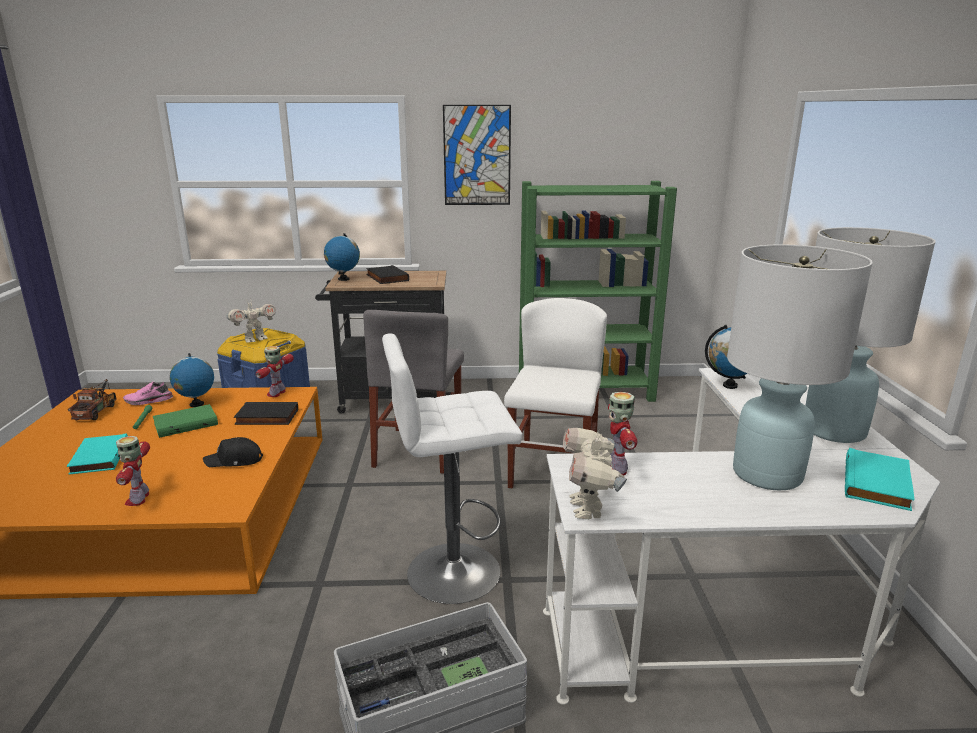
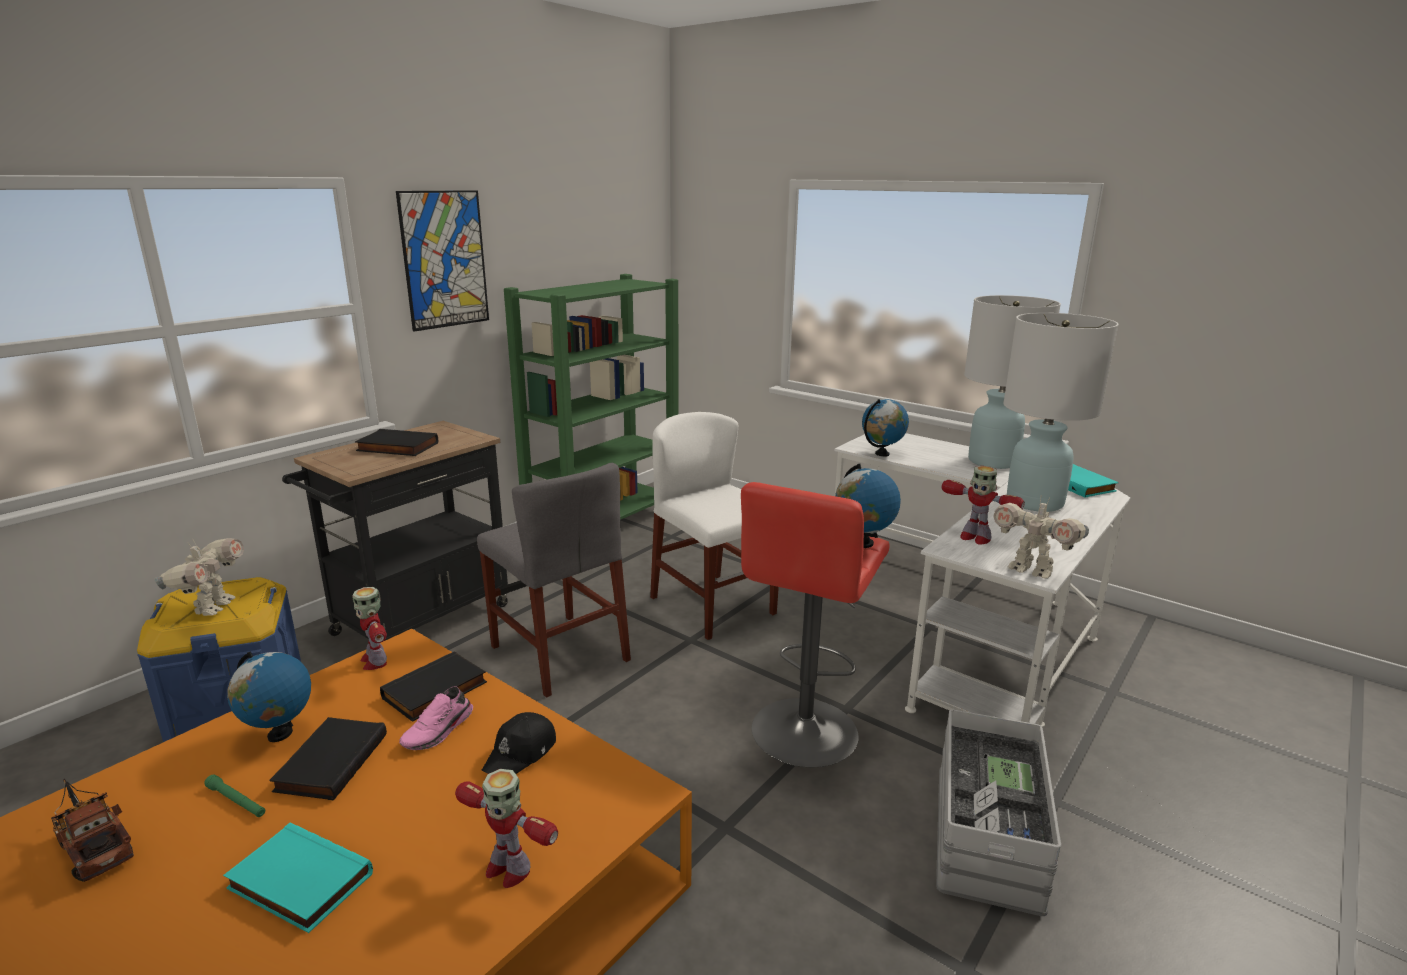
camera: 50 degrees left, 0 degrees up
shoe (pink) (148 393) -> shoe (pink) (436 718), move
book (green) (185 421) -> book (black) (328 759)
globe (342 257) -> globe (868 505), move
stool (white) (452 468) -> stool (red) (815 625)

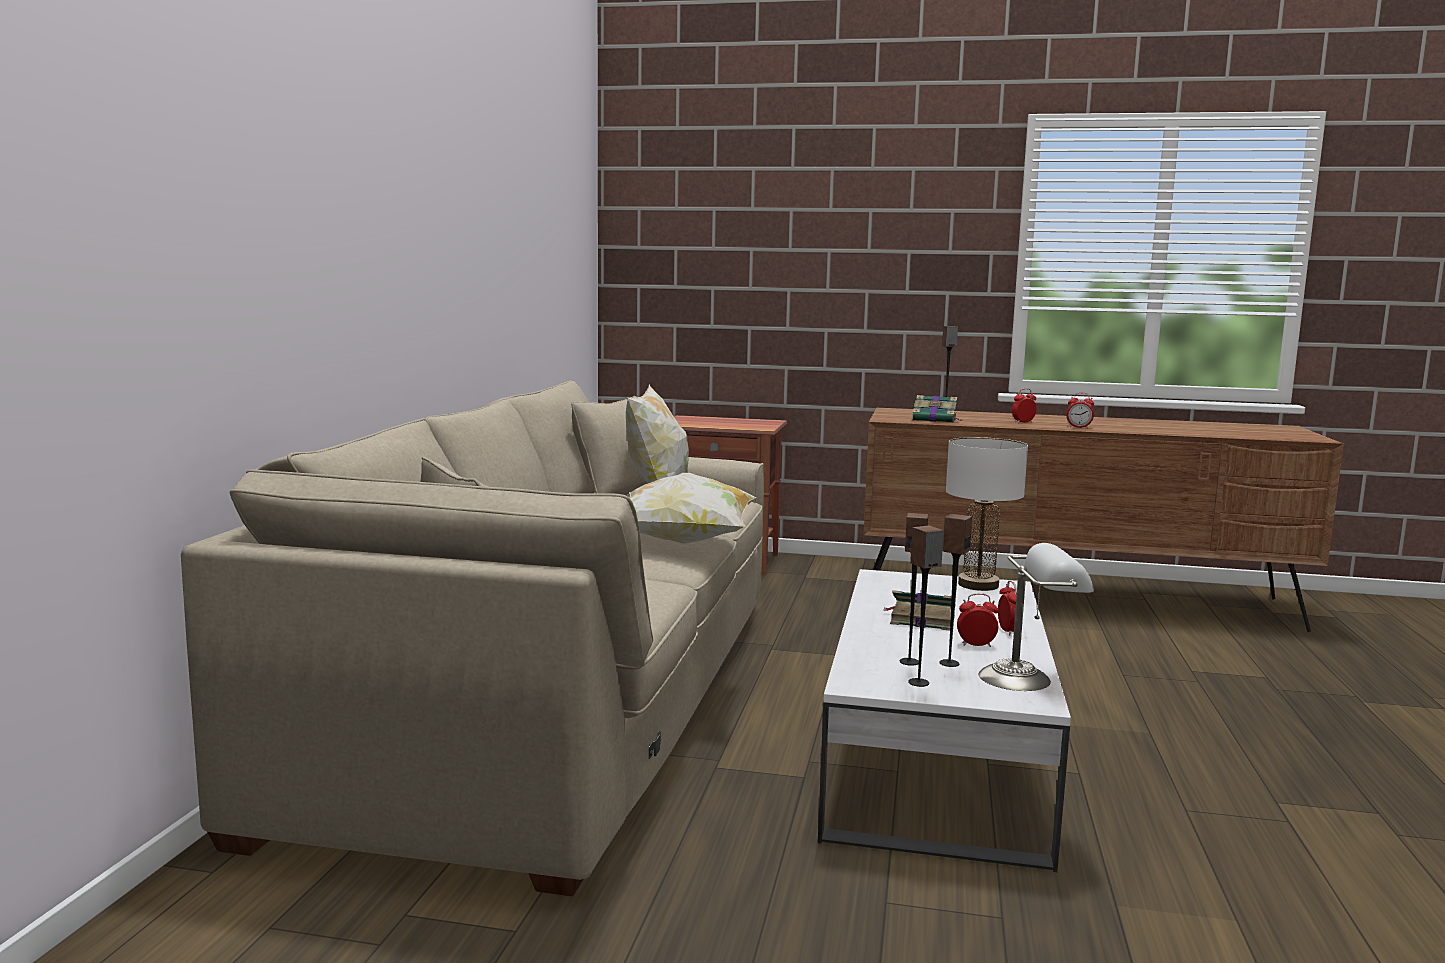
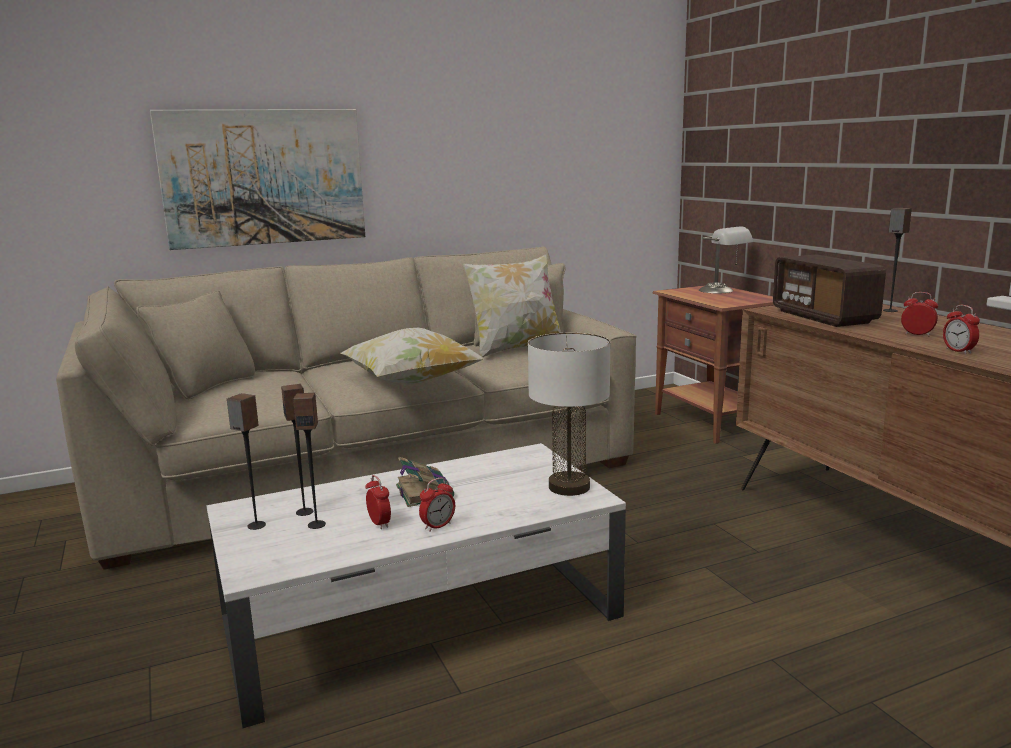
camera: 55 degrees right, 5 degrees up
book (937 409) -> radio (829 290)
table lamp (white) (1036 617) -> table lamp (white) (726 260), move
none -> picture (257 179)

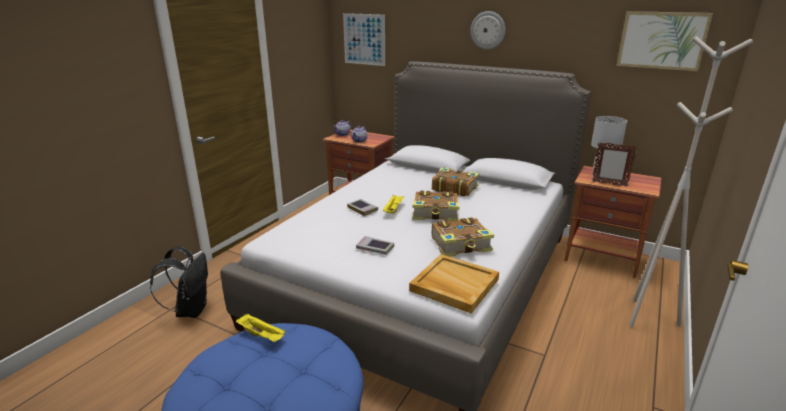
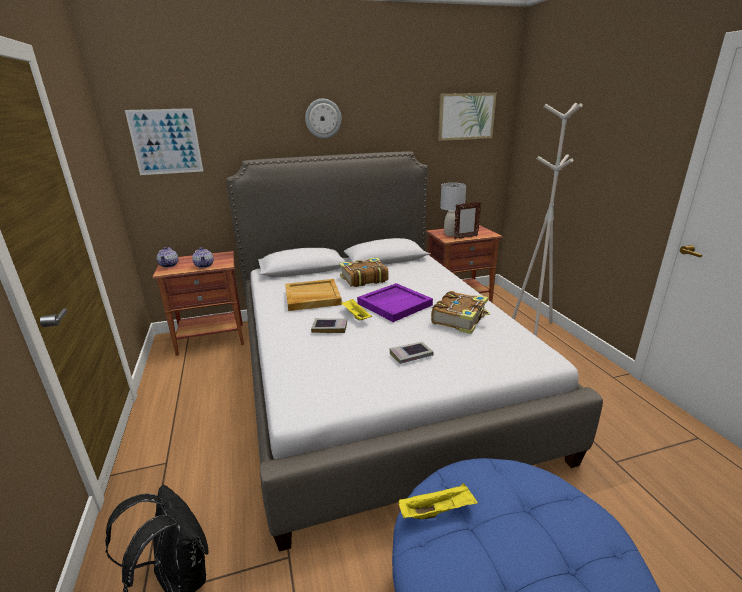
camera: 45 degrees left, 0 degrees up
tray (beige) (454 284) -> tray (beige) (313 295), move
book (435 206) -> tray (purple) (395 302)

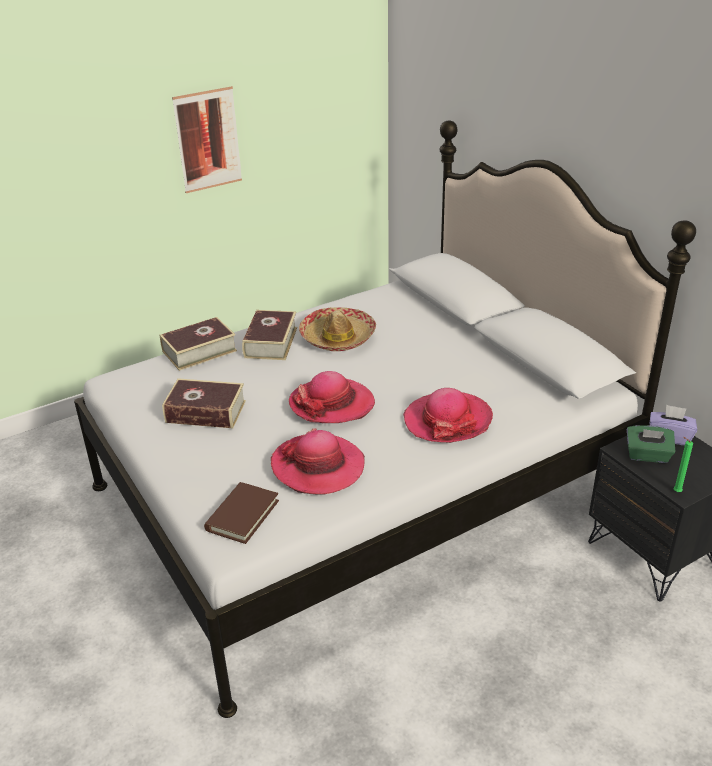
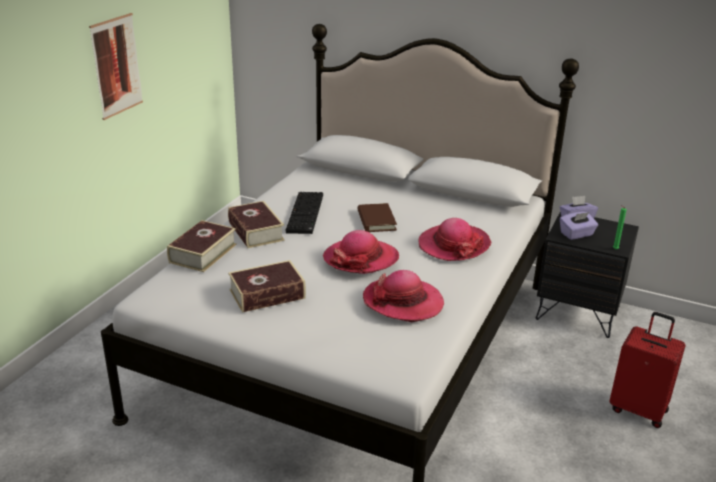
camera: 35 degrees left, 5 degrees down
book (brown) (241 513) -> book (brown) (377 217), move
hat (337 329) -> keyboard (304 213)
tissue box (green) (651 444) -> tissue box (purple) (579 226)
none -> suitcase (red) (647 370)

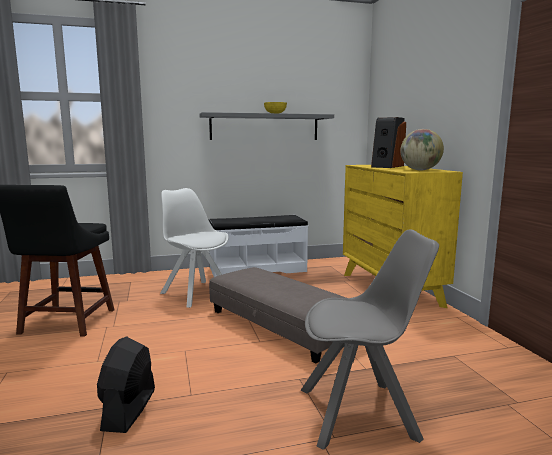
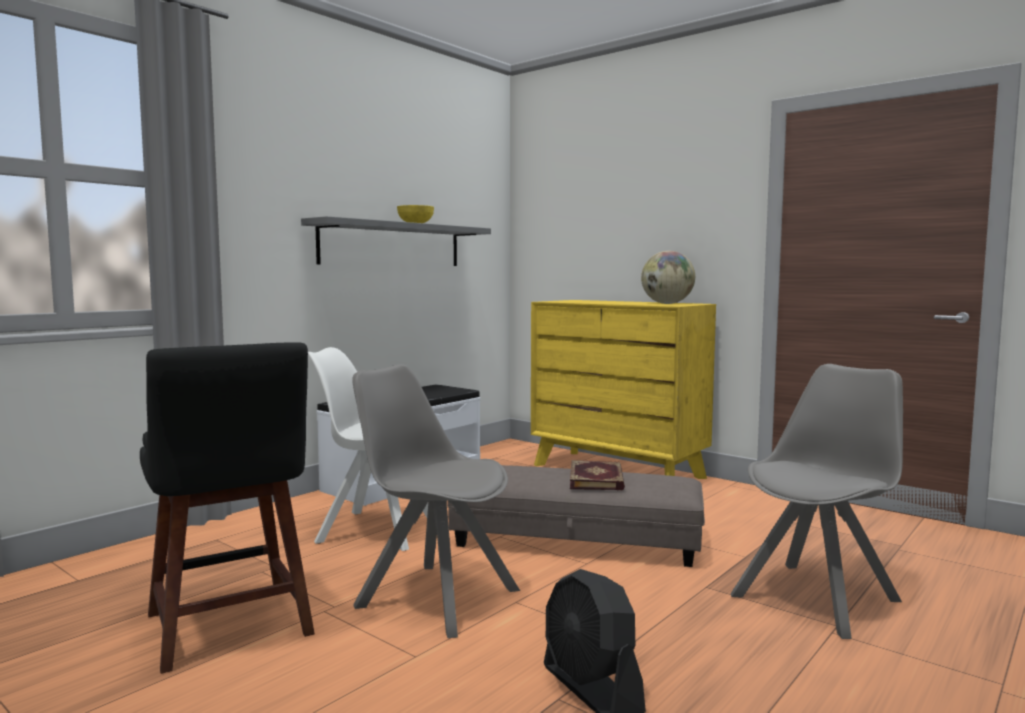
camera: 35 degrees left, 5 degrees down
speaker (388 142) -> none
none -> chair (grey) (436 501)
none -> book (597 475)

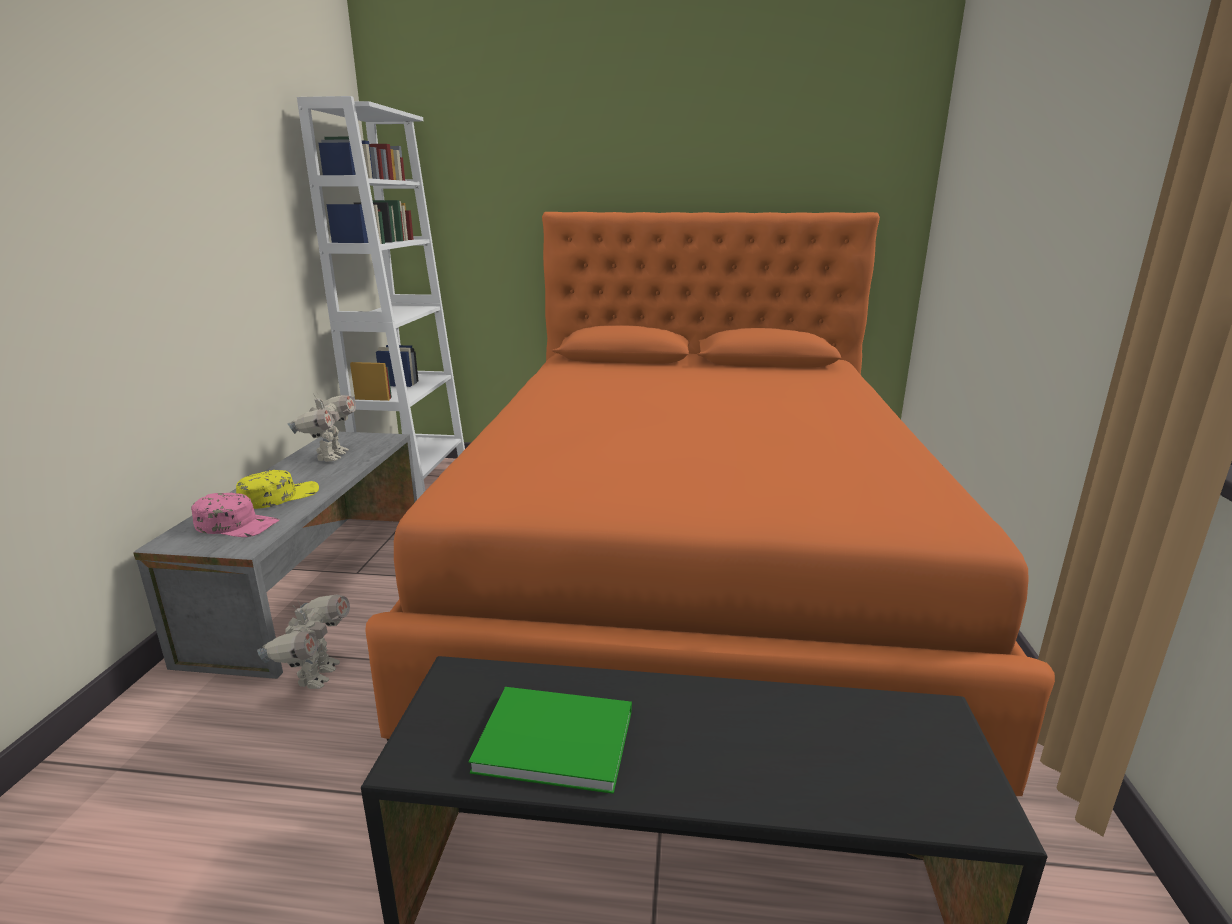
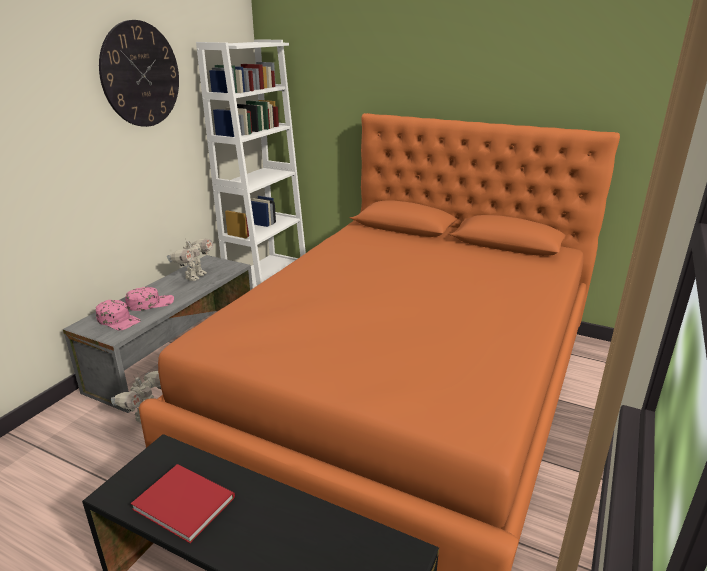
camera: 20 degrees right, 5 degrees up
cap (yellow) (277 489) -> cap (pink) (149 299)
book (green) (550 740) -> book (red) (183 503)
none -> wall clock (139 73)

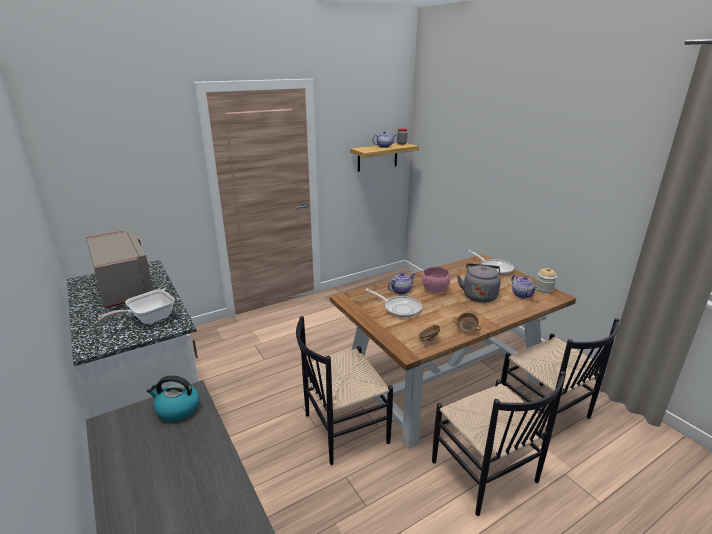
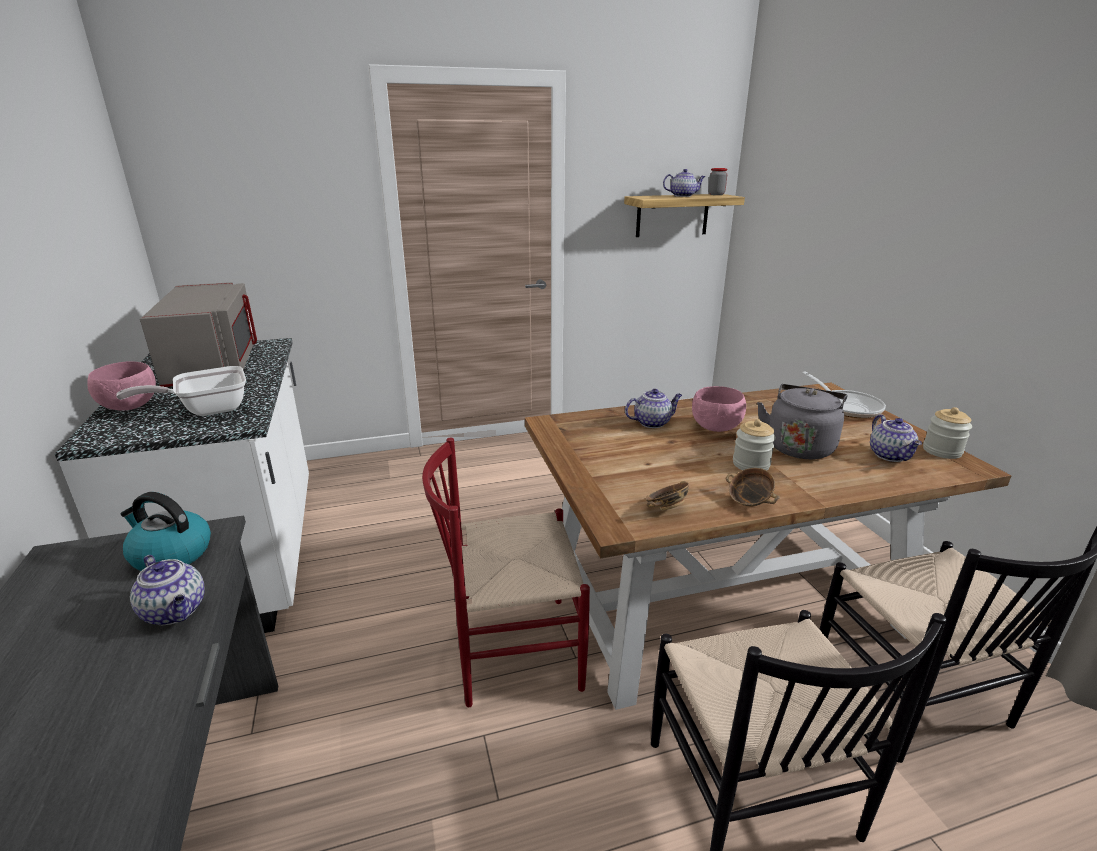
camera: 15 degrees right, 0 degrees up
chair (black) (344 390) -> chair (red) (506 572)
frying pan (394 303) -> none
none -> bowl (pink) (121 386)
none -> teapot (167 590)
none -> jar (754 445)

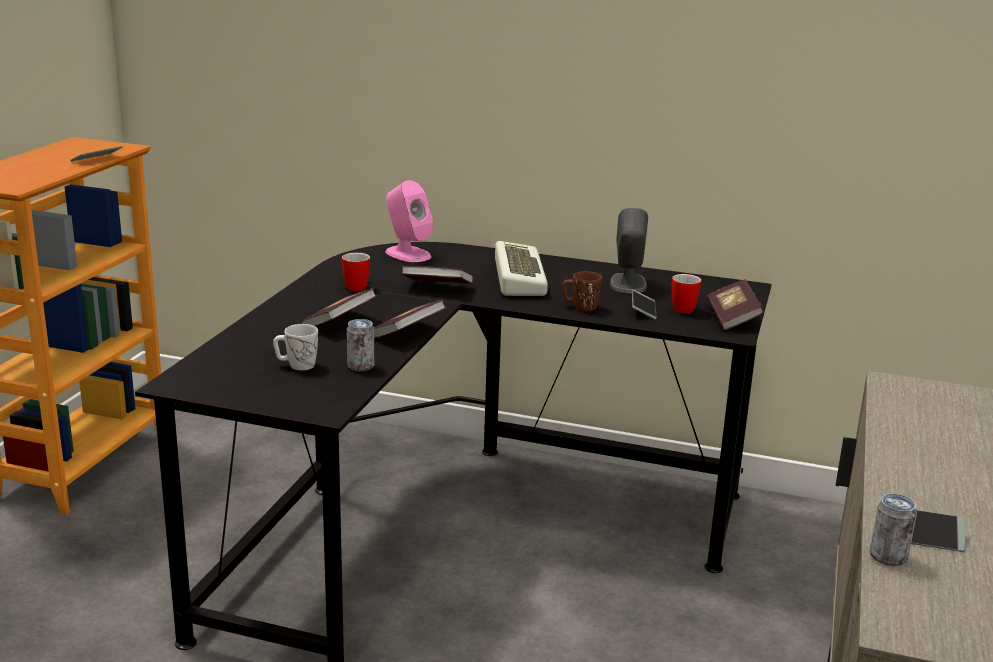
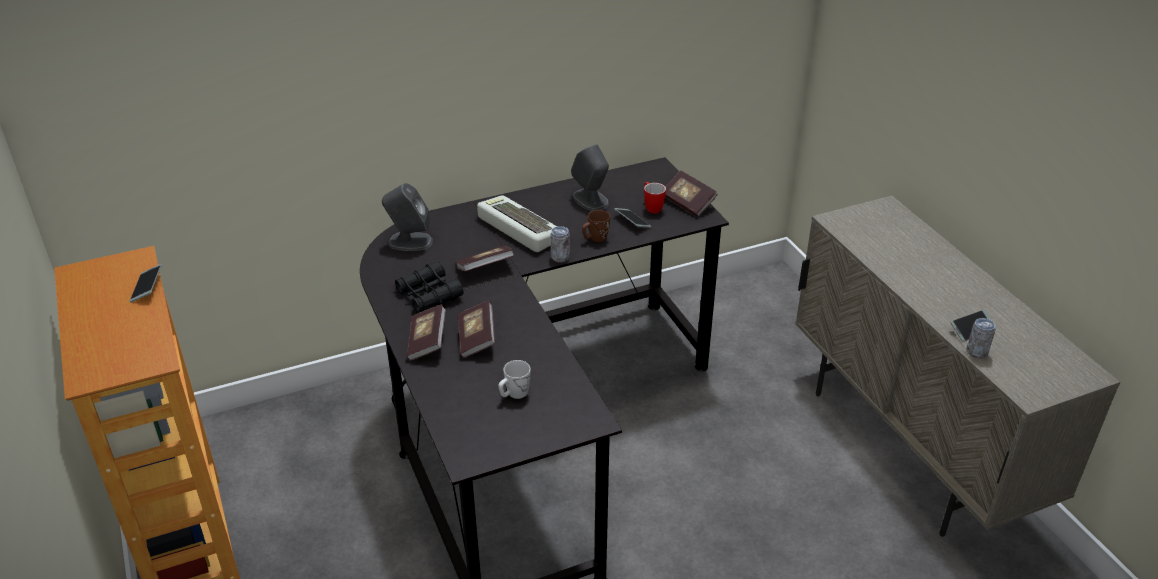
camera: 40 degrees left, 15 degrees up
mug (356 272) -> binoculars (black) (429 287)
can (360 345) -> can (560 244), move
book (410 319) -> book (426 332), move
speaker (pink) (409 221) -> speaker (grey) (407 217)

